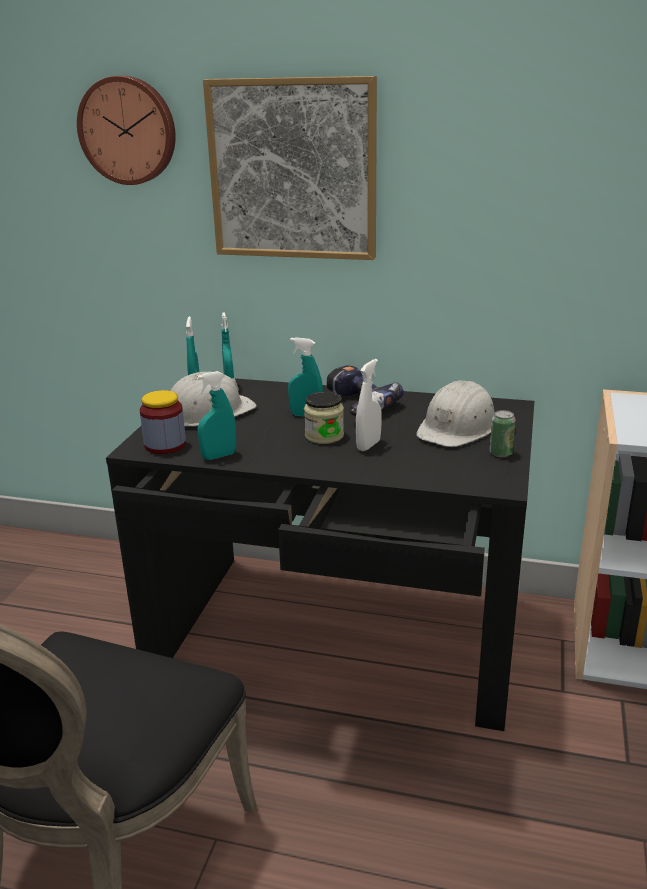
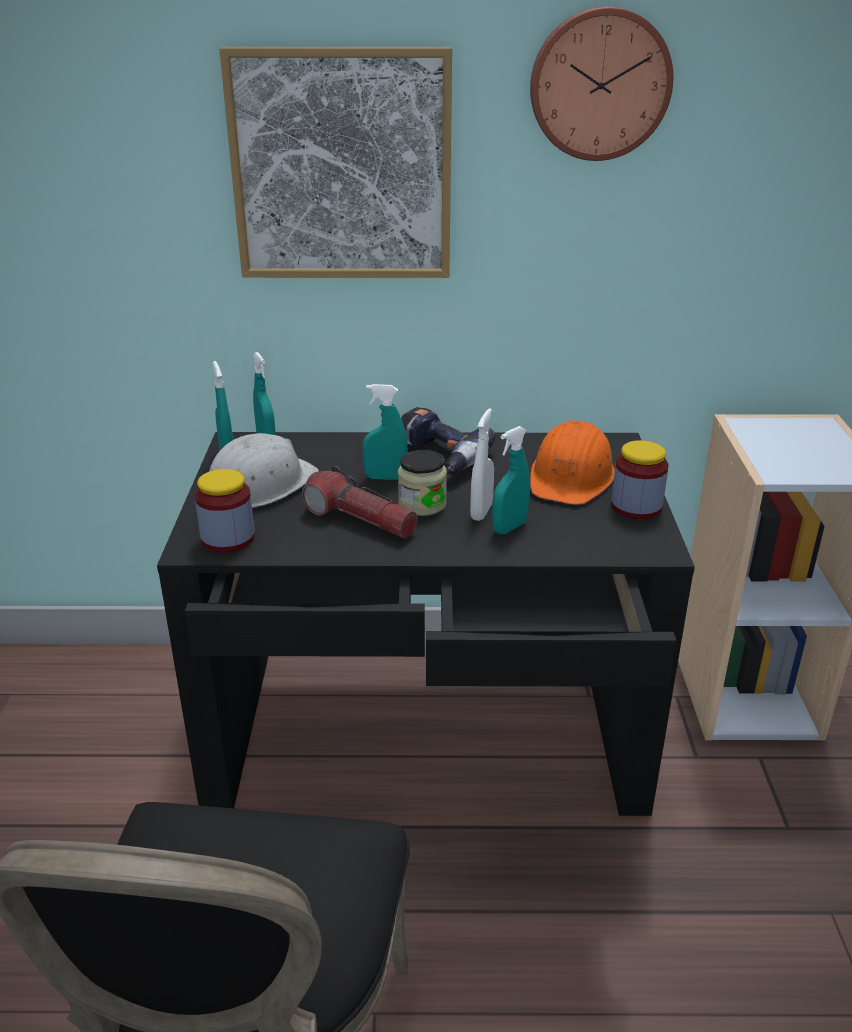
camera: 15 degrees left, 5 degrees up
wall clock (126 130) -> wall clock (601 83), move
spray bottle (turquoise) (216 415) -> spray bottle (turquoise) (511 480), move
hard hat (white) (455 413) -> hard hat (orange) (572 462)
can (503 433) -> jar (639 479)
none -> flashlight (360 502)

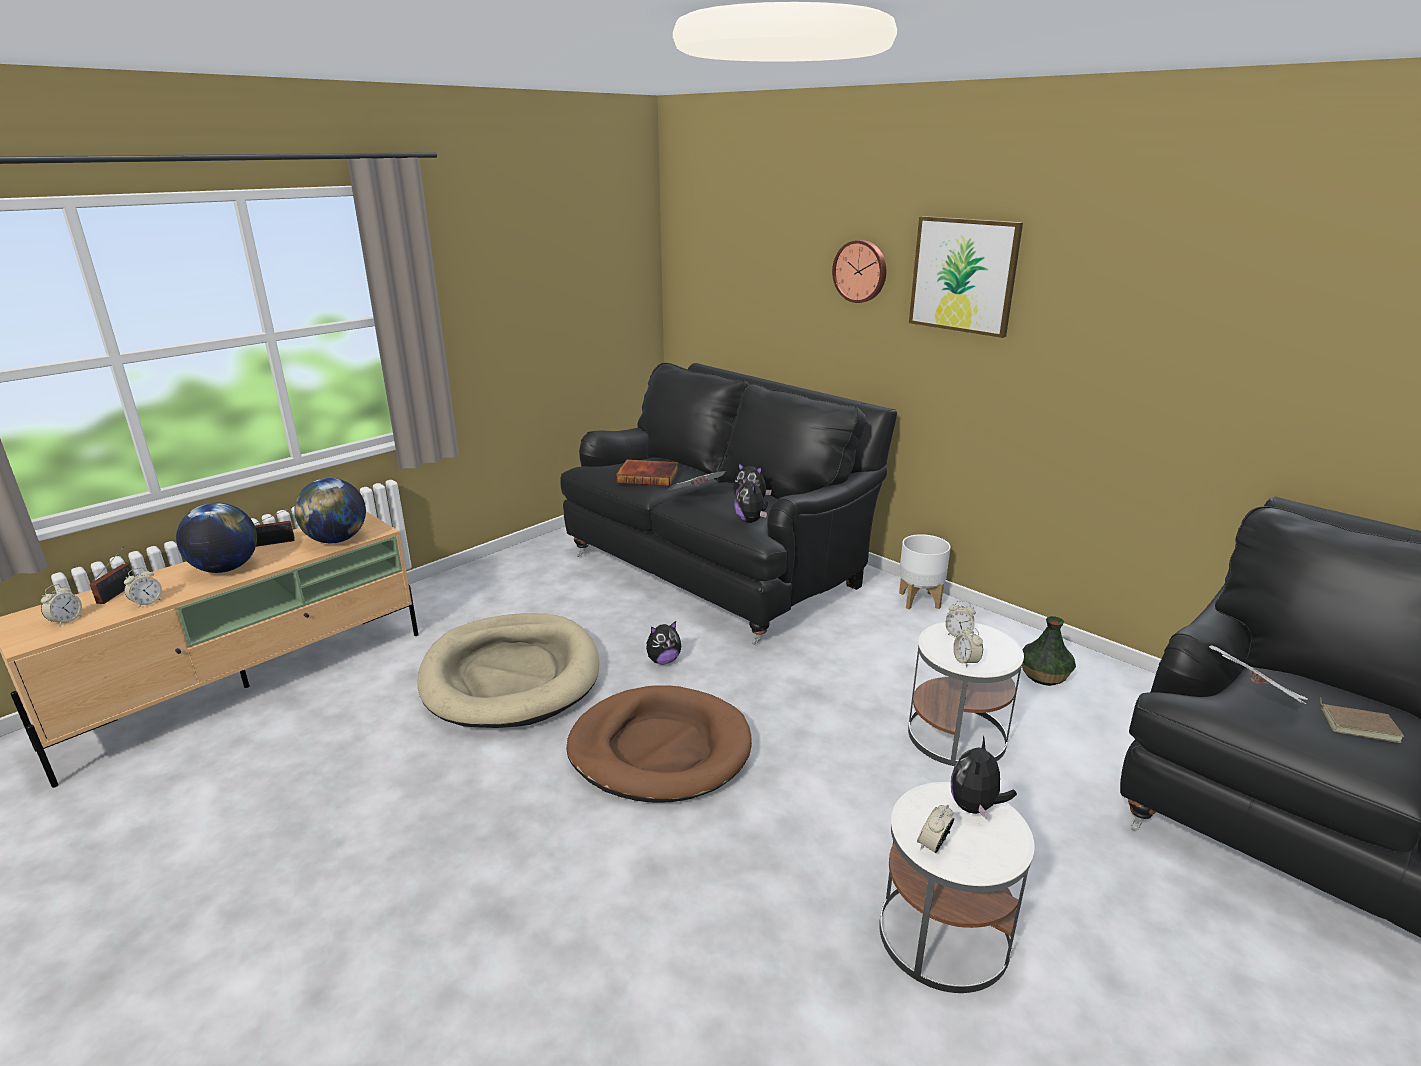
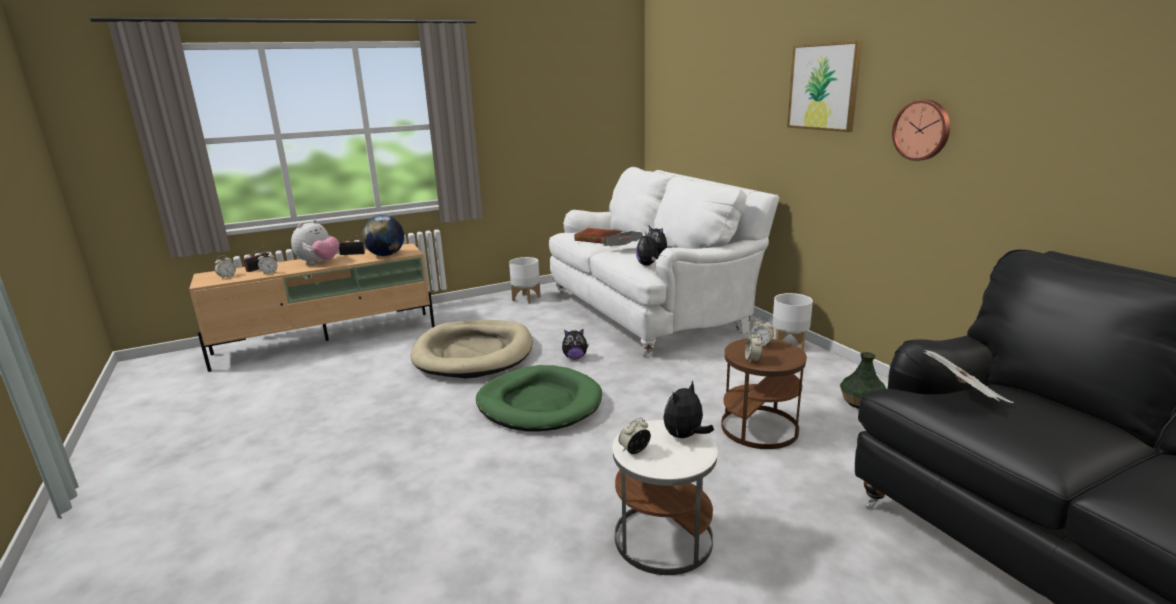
camera: 20 degrees right, 5 degrees down
globe (216 538) -> plush toy (315 242)
sofa (black) (728 504) -> sofa (white) (664 262)
dog bed (brown) (659 743) -> dog bed (green) (539 398)
wall clock (859 271) -> wall clock (921 130), move
side table (white) (966 694) -> side table (brown) (764 393)
book (brown) (1361 720) -> none
none -> planter (white) (525 280)

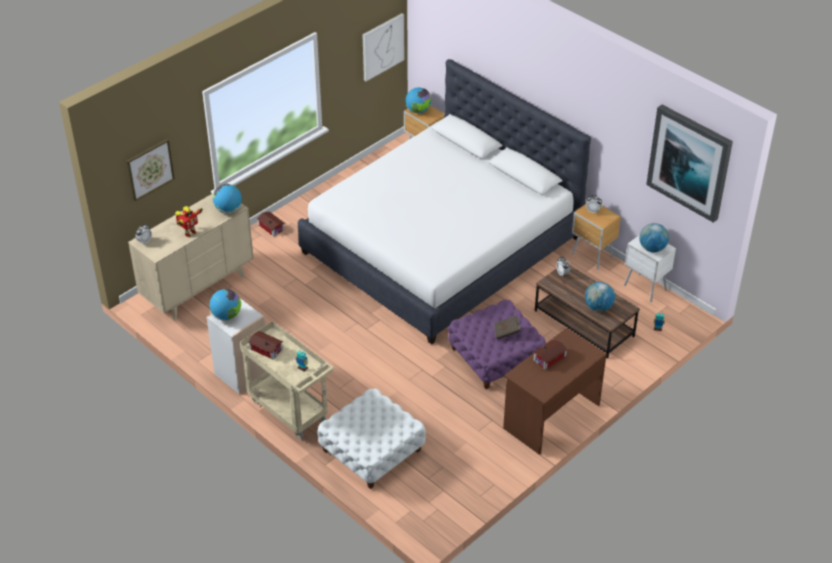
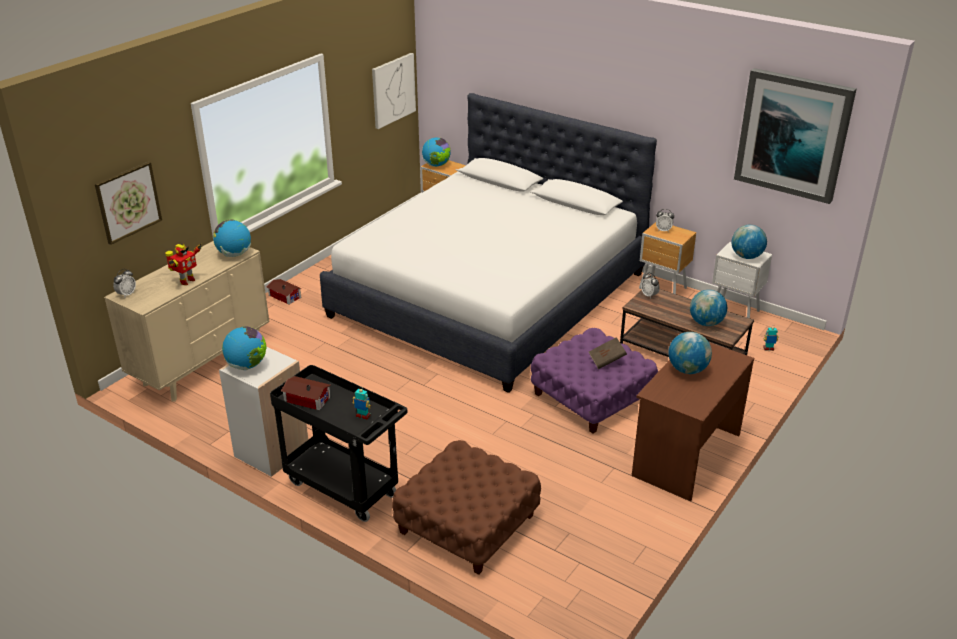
camera: 10 degrees left, 10 degrees down
cart (beige) (286 380) -> cart (black) (338 443)
ottoman (white) (371 439) -> ottoman (brown) (466 507)
toy house (550 354) -> globe (690 353)

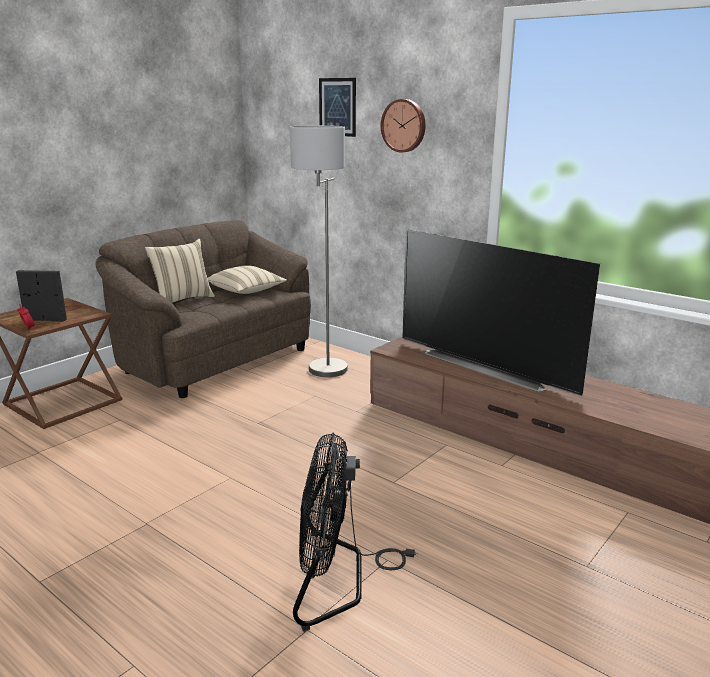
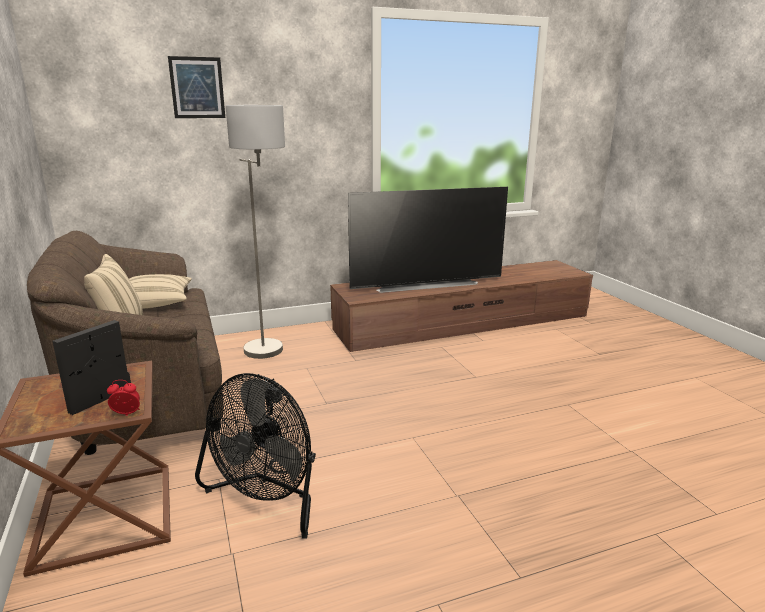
camera: 60 degrees left, 0 degrees up
fan (black) (355 532) -> fan (black) (255 456), move
wall clock (403 125) -> none

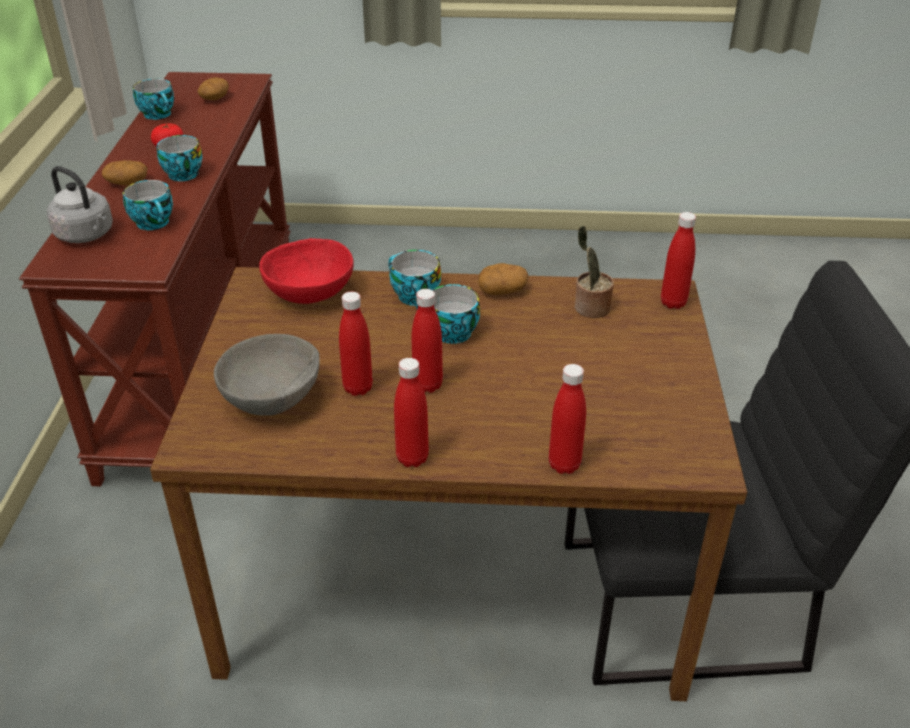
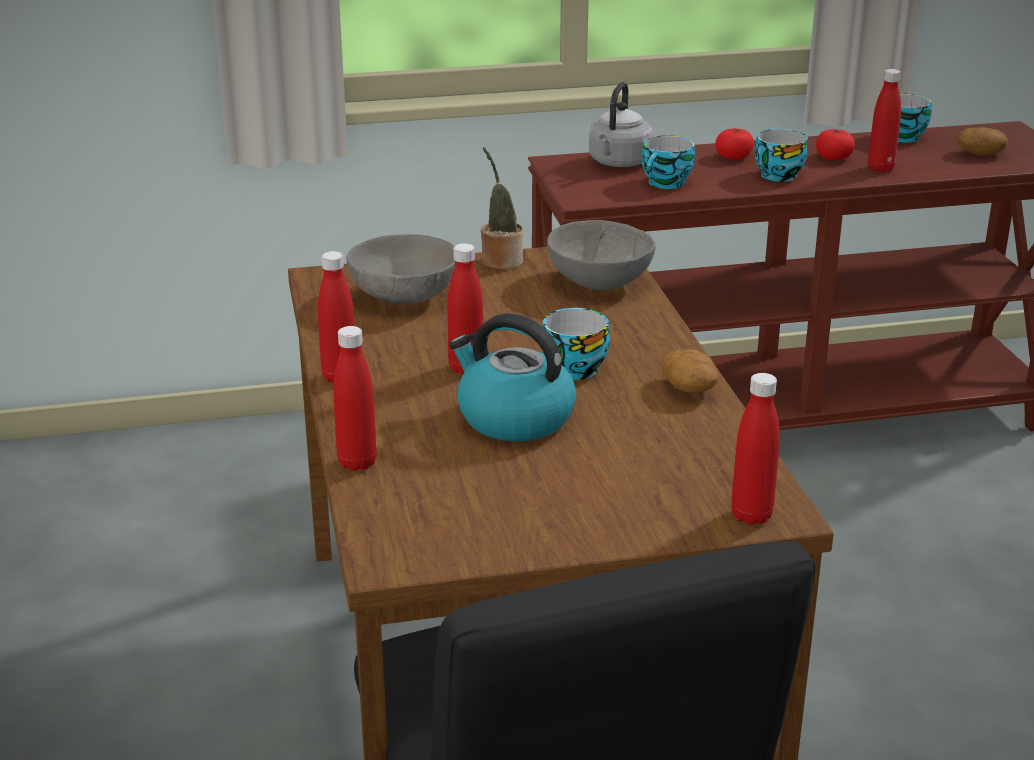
camera: 75 degrees right, 10 degrees down
potato (125 173) -> tomato (734 144)
bowl (red) (306 271) -> bowl (grey) (601 255)
bottle (red) (356 344) -> bottle (red) (884 120), move
cup (415 278) -> none
potted plant (594 271) -> potted plant (502 208), move
none -> kettle (512 378)

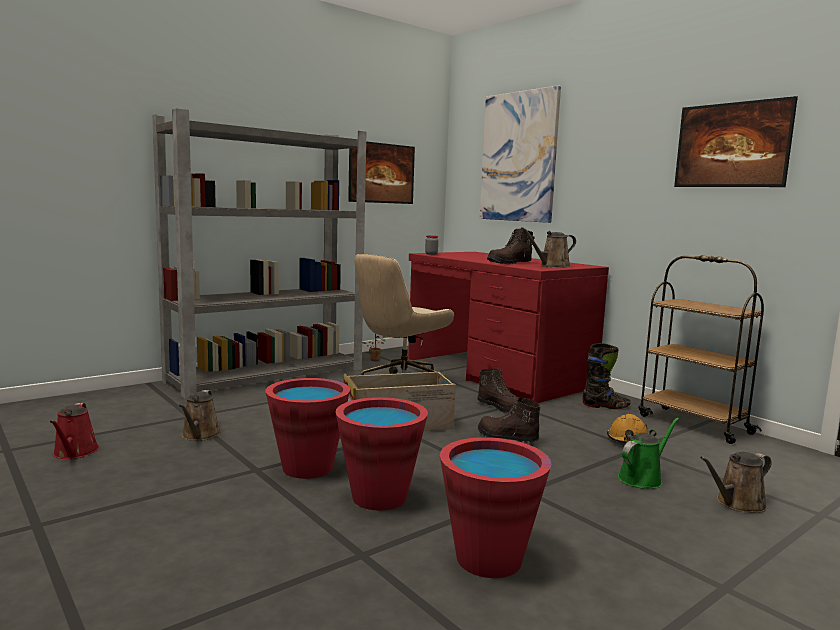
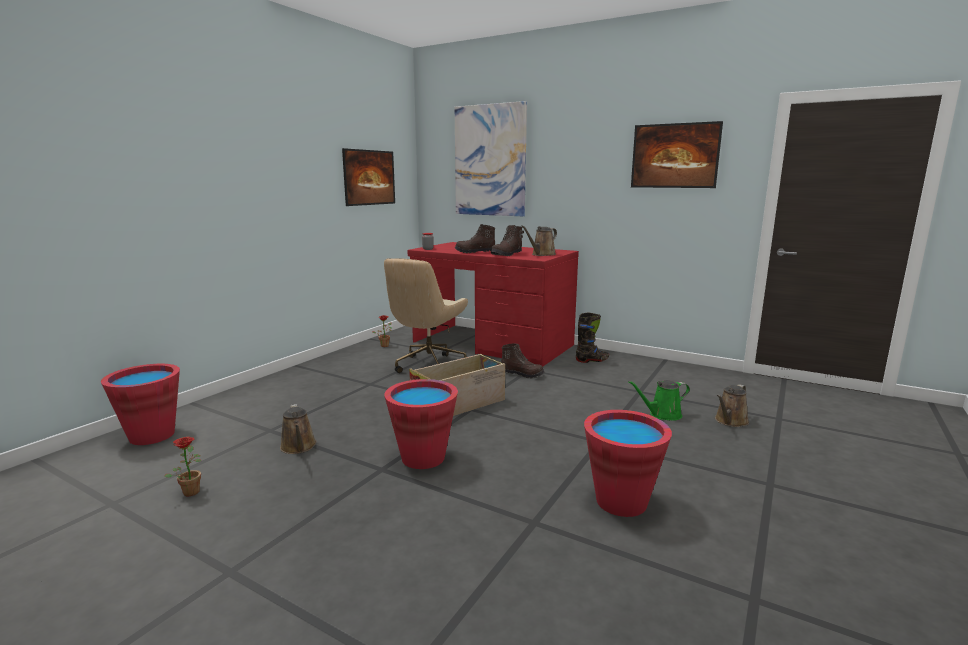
camera: 20 degrees left, 5 degrees up
watering can (red) (74 431) -> potted plant (182 466)
bookcase (grey) (259 254) -> none
bucket (red) (382 453) -> bucket (red) (140 404), move
boot (brown) (509 420) -> boot (brown) (475 238), move
hard hat (orange) (627 428) -> none
watering can (green) (648 453) -> watering can (green) (659 400), 135 degrees counterclockwise
cart (brown) (701 349) -> none

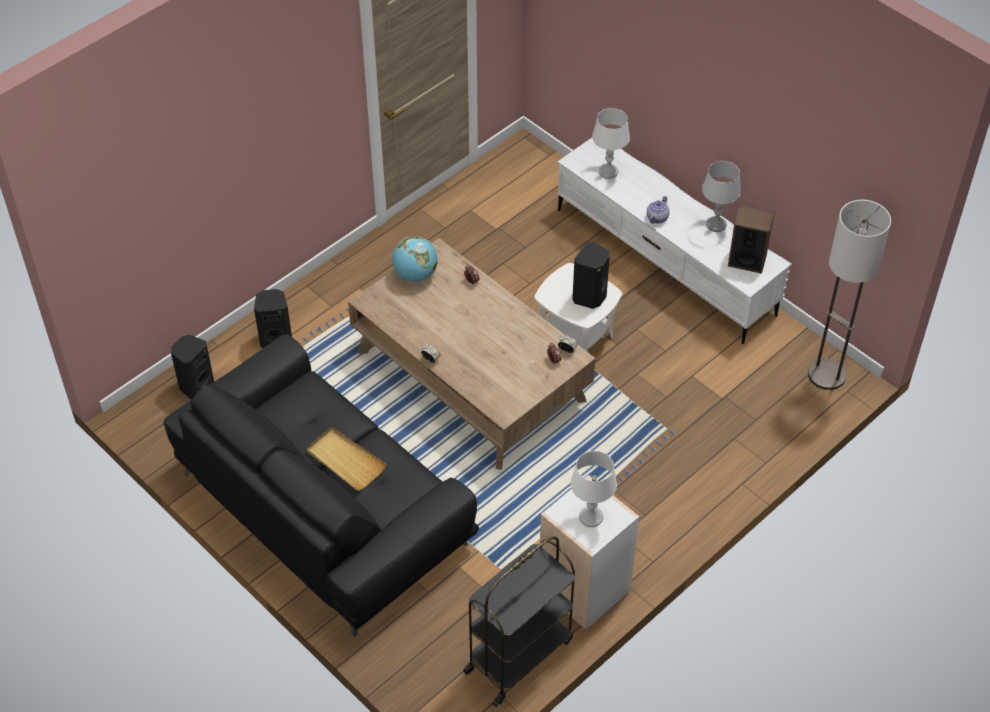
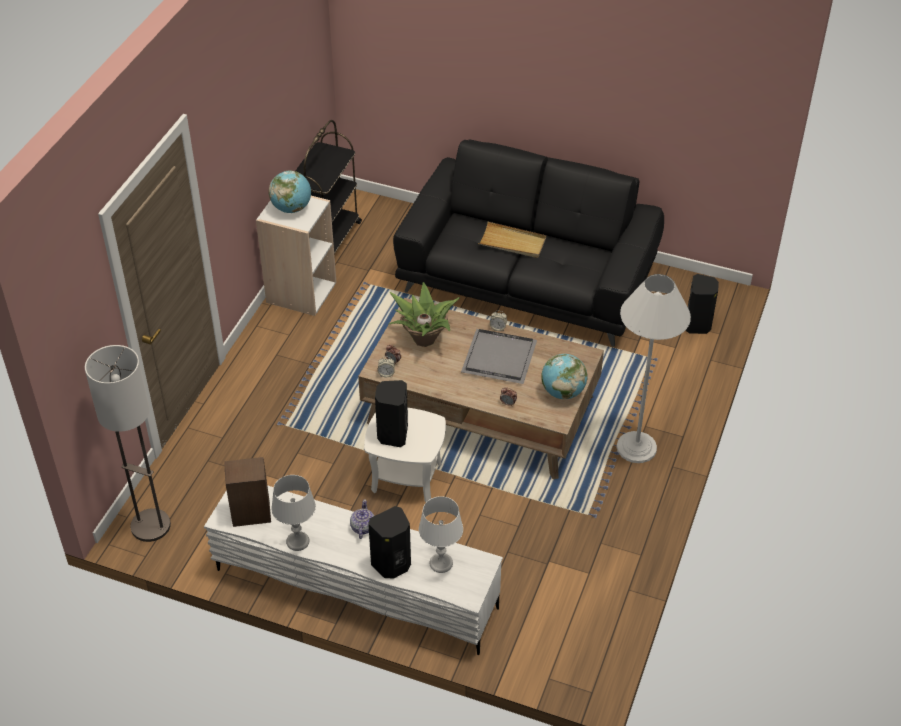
camera: 155 degrees right, 5 degrees down
speaker (black) (273 318) -> speaker (black) (389 542), move
table lamp (white) (594 489) -> globe (290 192)
none -> potted plant (424 314)
none -> tray (grey) (499 356)
none -> floor lamp (white) (654 368)

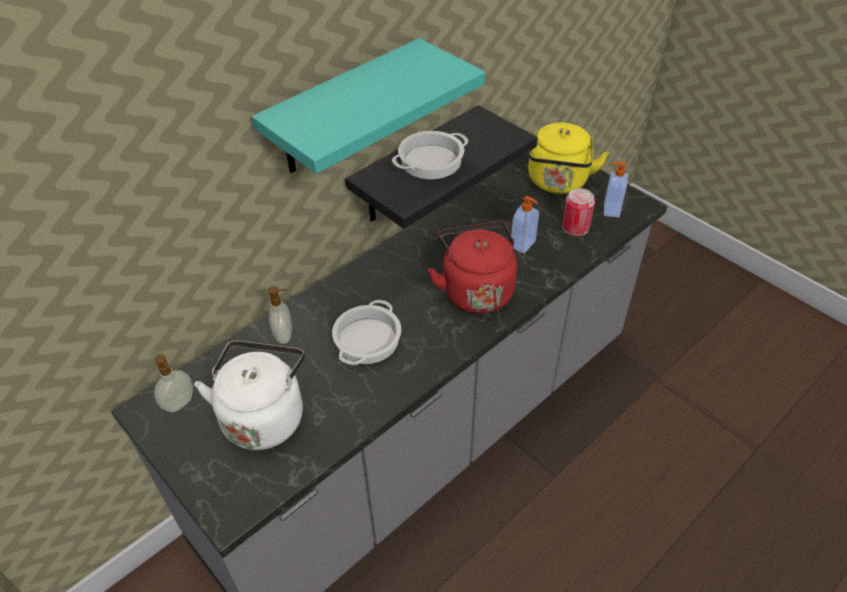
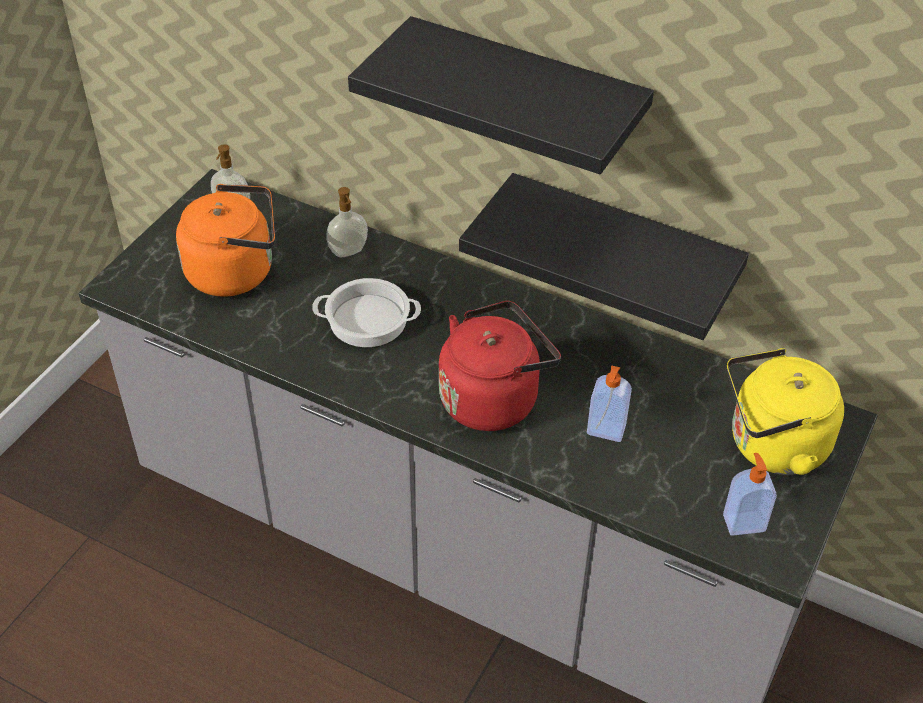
camera: 70 degrees right, 0 degrees up
kettle (white) (249 395) -> kettle (orange) (225 240)
shelf (turquoise) (368 106) -> shelf (black) (501 95)
cooking pot (430 155) -> none
can (578 212) -> none

